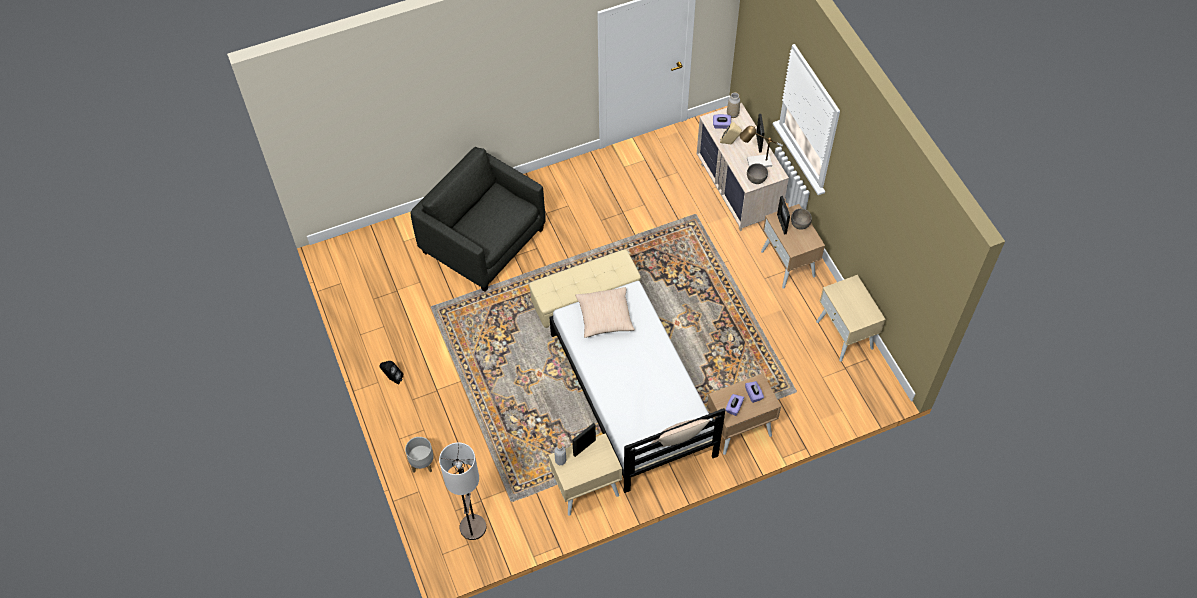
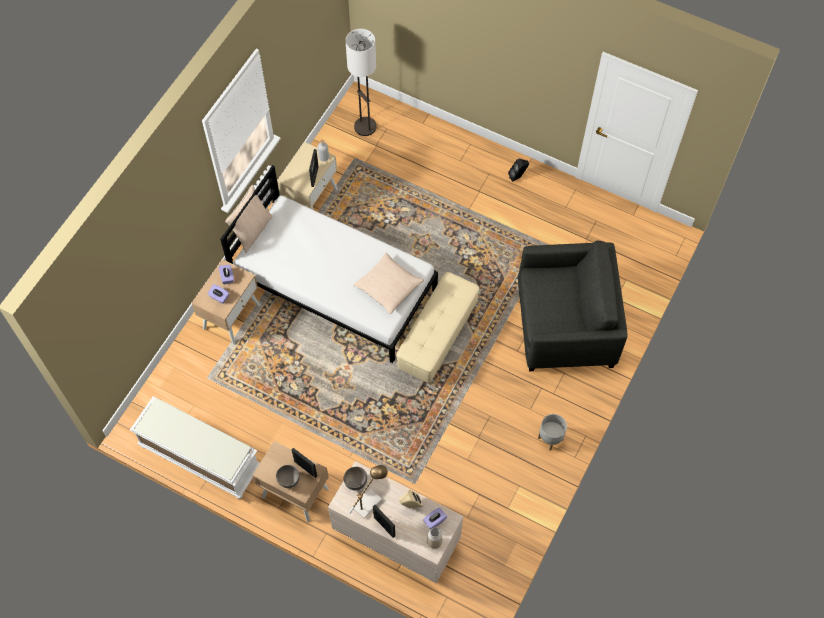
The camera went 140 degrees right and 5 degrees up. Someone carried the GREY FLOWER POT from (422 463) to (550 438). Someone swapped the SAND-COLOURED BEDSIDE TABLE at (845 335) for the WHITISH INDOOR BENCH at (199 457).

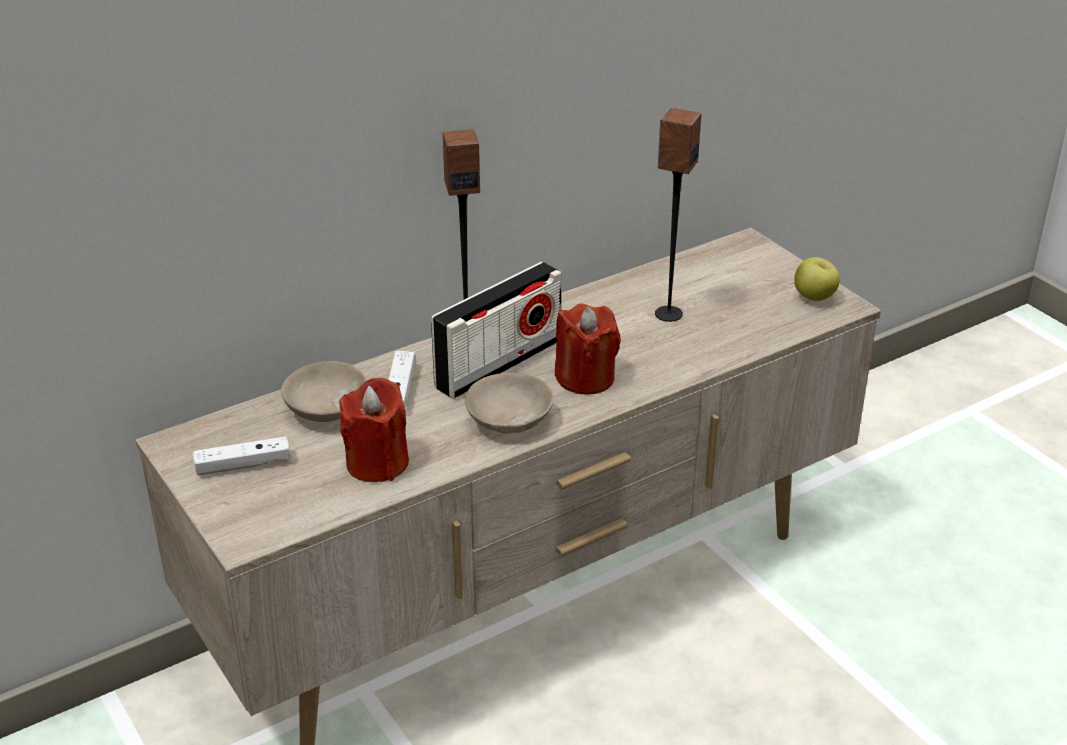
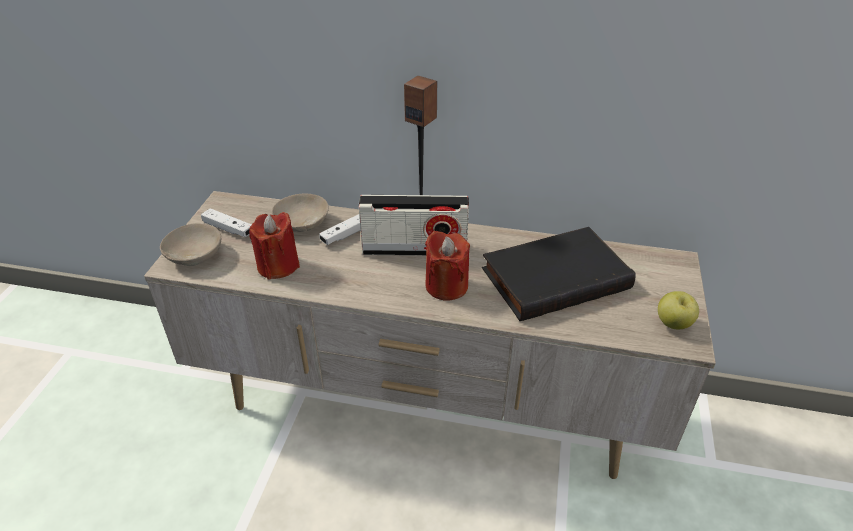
The camera went 45 degrees right and 5 degrees up. Someone carried the SAND-COLOURED BOWL from (509 418) to (197 255). Someone swapped the AUDIO SPEAKER at (668 314) for the BLACK-COLOURED BOUND BOOK at (554 276).

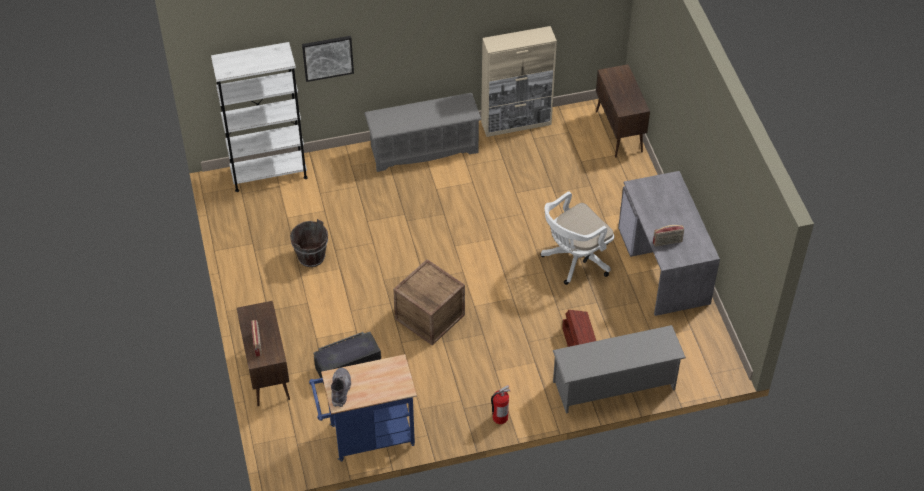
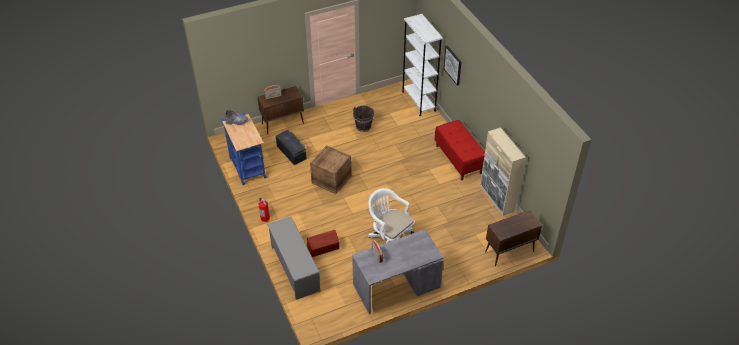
The camera went 80 degrees right and 5 degrees down. Someone swapped the GREY SHOE SHELF at (423 149) for the REDDISH INDOOR BENCH at (458 159).

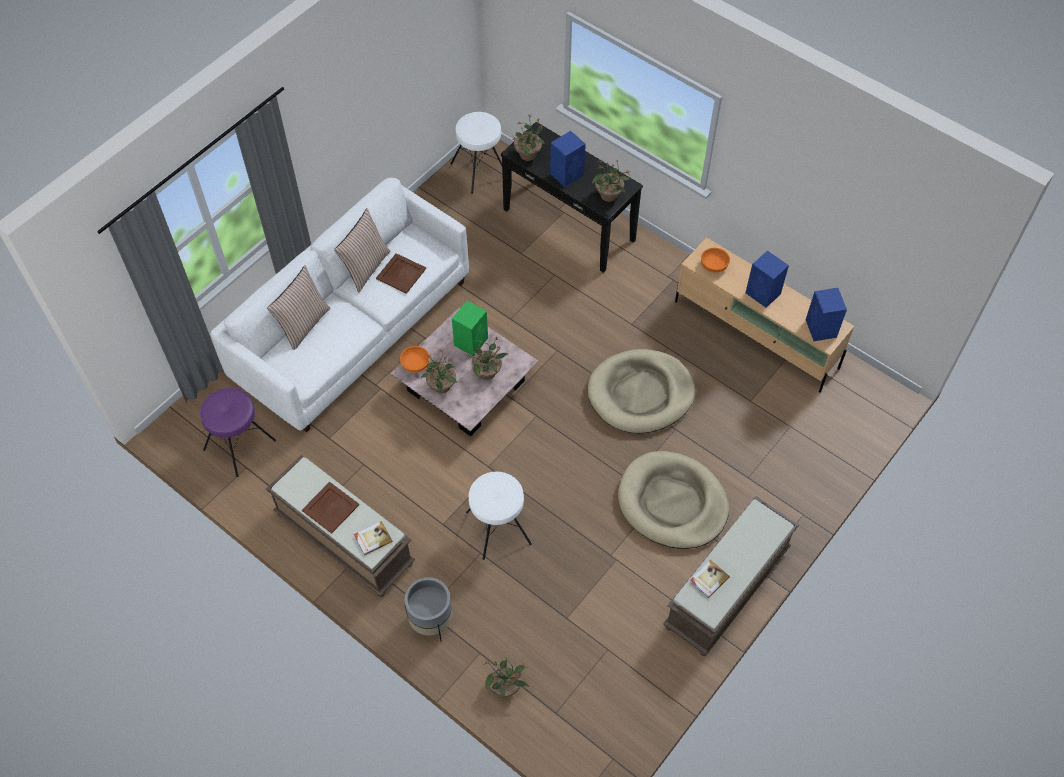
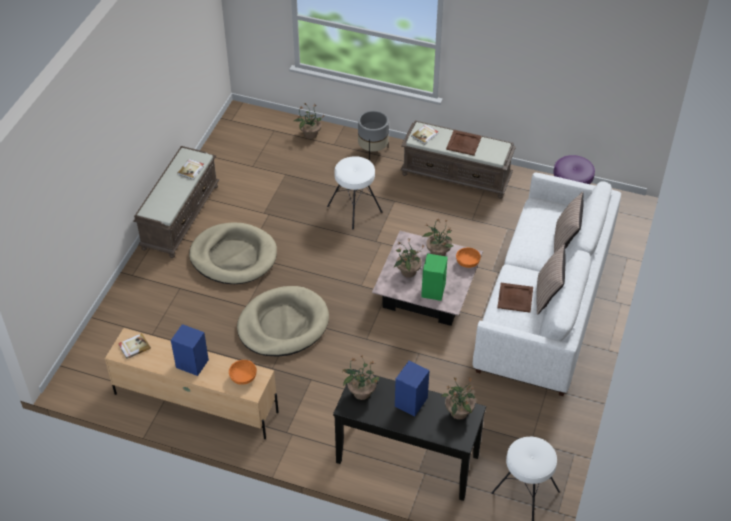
The camera went 160 degrees right and 10 degrees down. Someone swapped the BLUE-COLOURED AUDIO SPEAKER at (821 329) for the BOUND BOOK at (134 346).

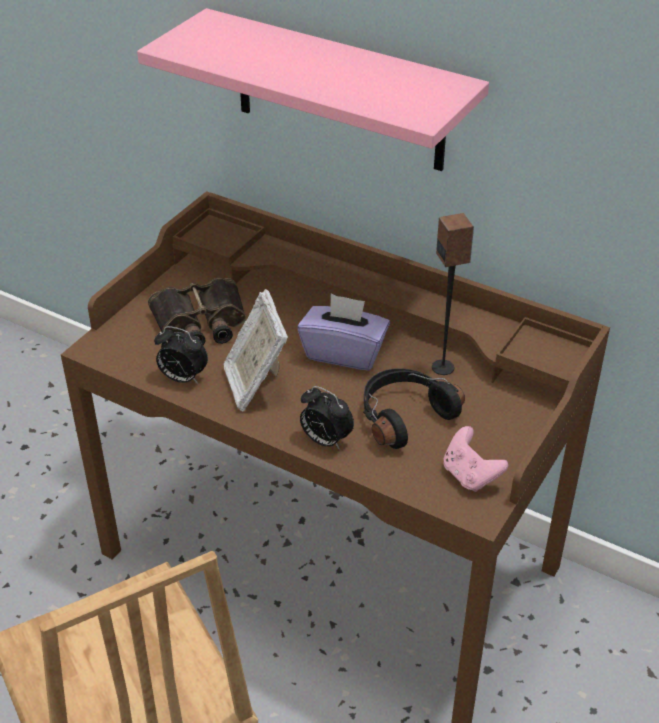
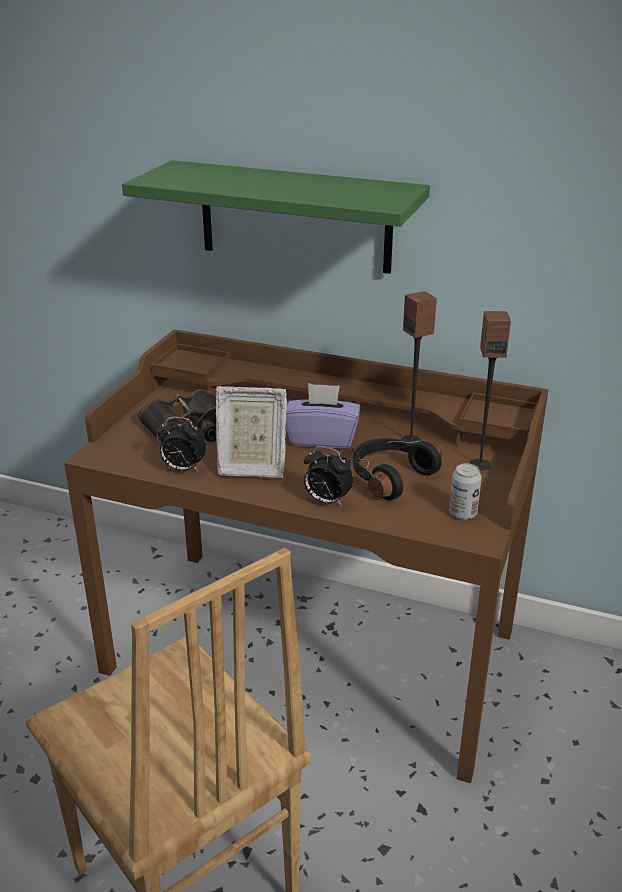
The camera went 10 degrees left and 10 degrees down. Someone repainted the PINK SHELF at (339 92), which became the GREENISH SHELF at (295 217). Someone rotated the PICTURE FRAME at (256 384) by 60 degrees counterclockwise. Someone swapped the PINK GAMEPAD at (470 475) for the METAL CAN at (463 513). Someone put down the AUDIO SPEAKER at (480 464).

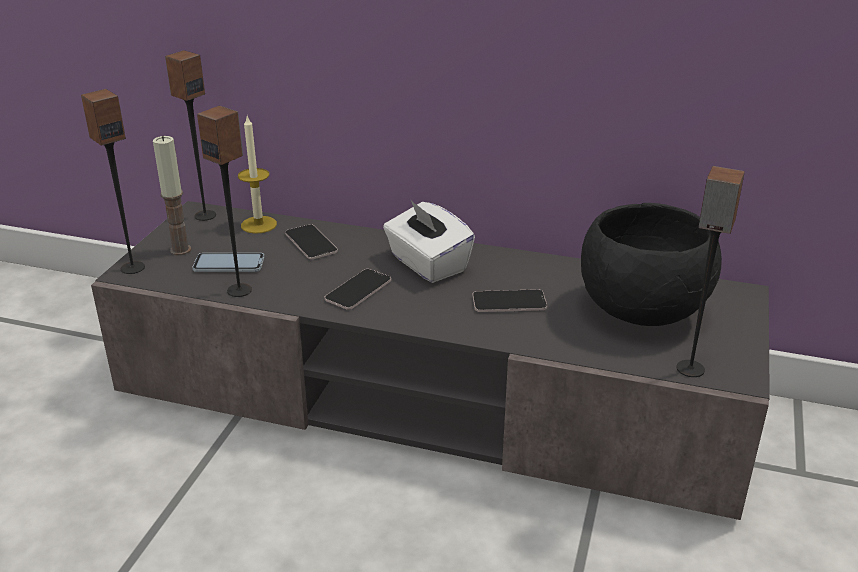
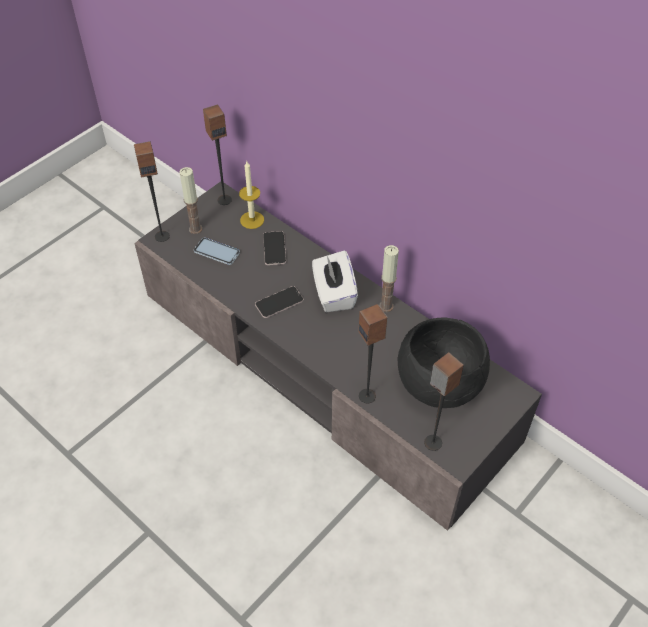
The camera went 25 degrees right and 20 degrees up. Someone carried the AUDIO SPEAKER from (240 290) to (367 396). Someone took away the TELEPHONE at (509 302). Someone put down the CANDLE at (386 306).

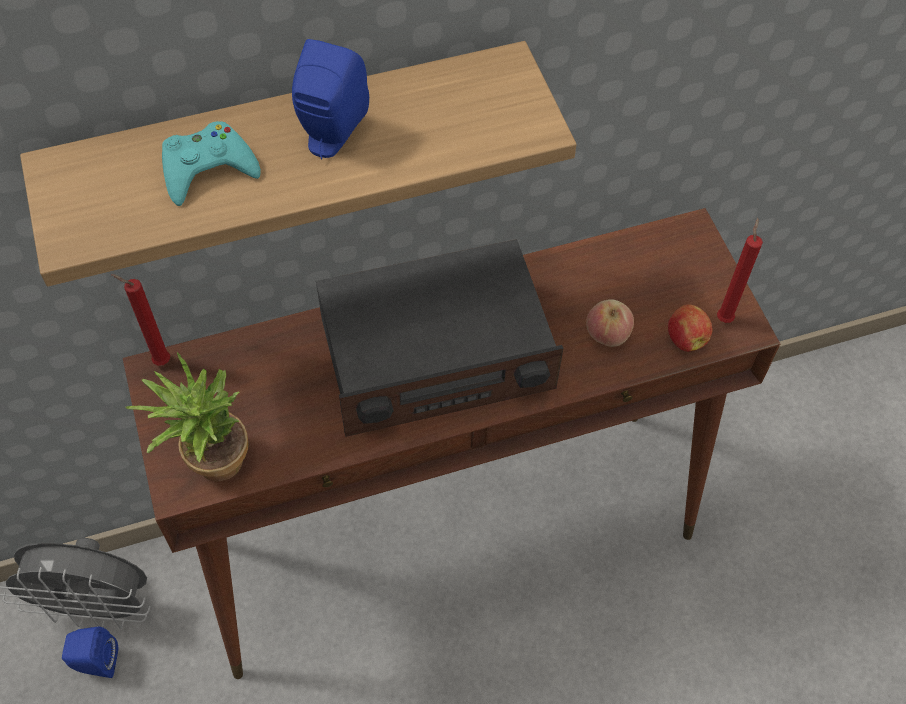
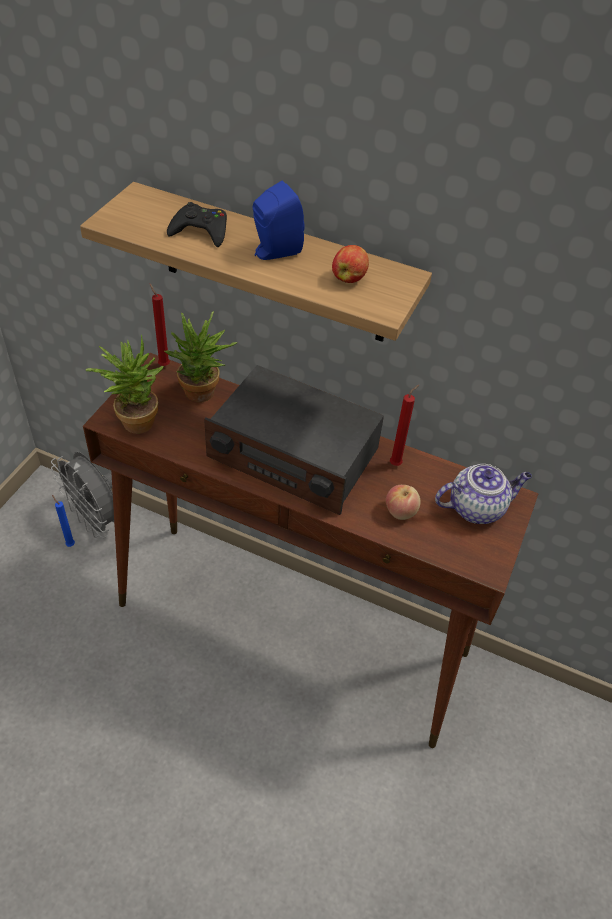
The camera went 40 degrees right and 10 degrees down. Someone swapped the BLUE-COLOURED AUDIO SPEAKER at (95 662) for the BLUE-COLOURED CANDLE at (69 544). Someone repainted the TURQUOISE-COLOURED GAMEPAD at (208 169), which became the BLACK-COLOURED GAMEPAD at (200 231). Someone carried the WHOLE APPLE from (685 338) to (349 278). Someone carried the REDDISH CANDLE from (724 317) to (397 463). Someone put down the PLANT IN A POT at (203 396). Someone put down the POT FOR TEA at (477 507).

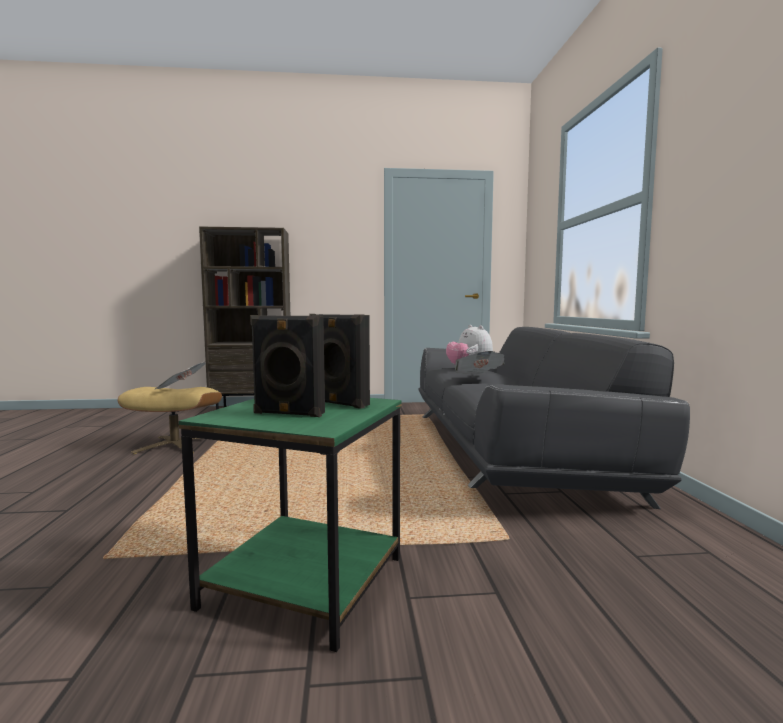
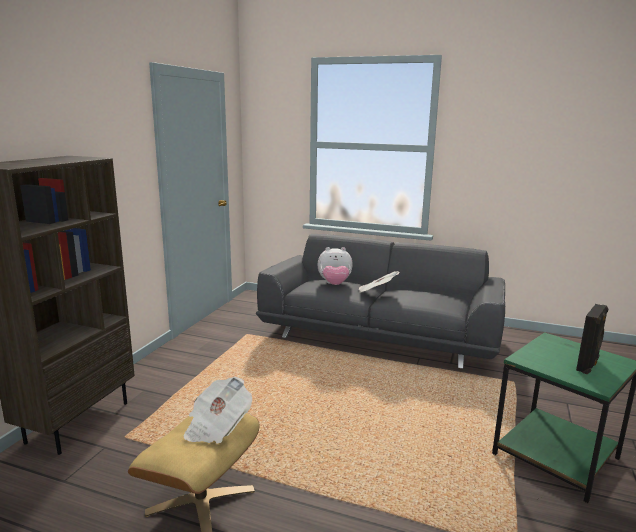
The camera went 65 degrees left and 10 degrees up. Someone took away the BLACK-COLOURED AUDIO SPEAKER at (338 403).

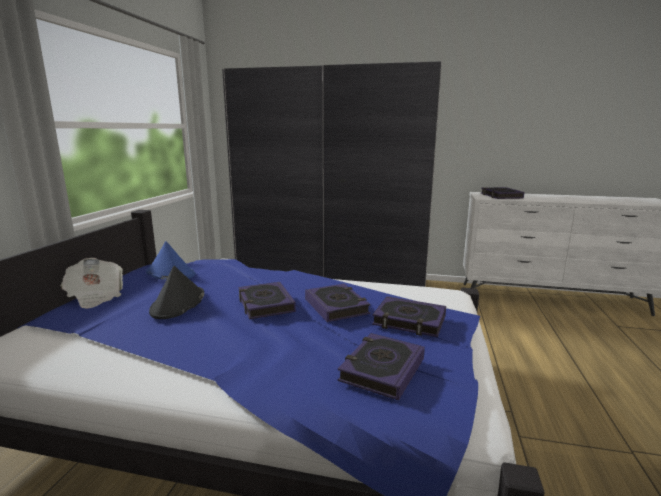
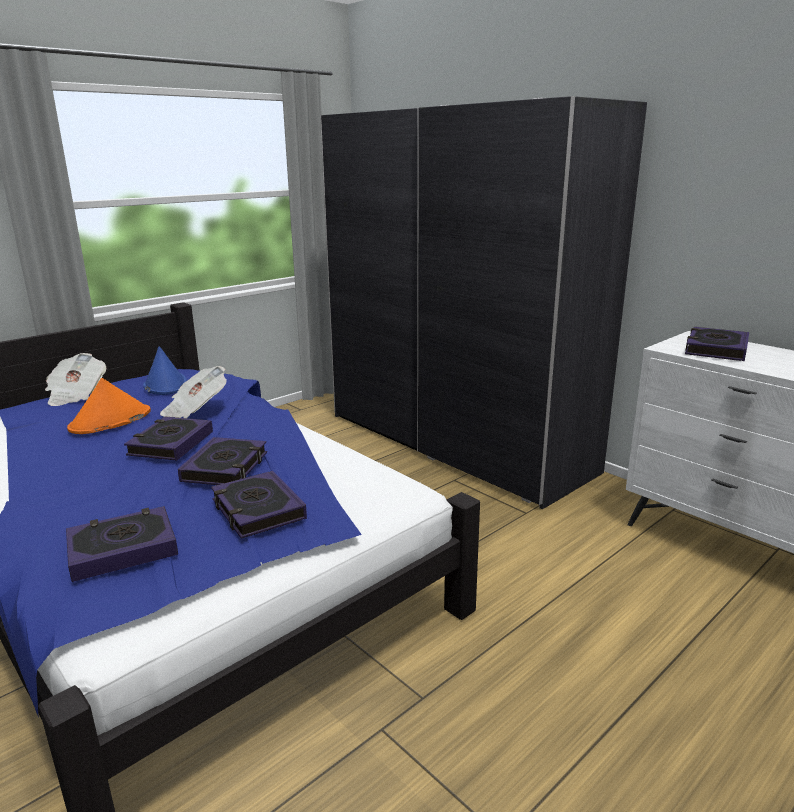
The camera went 35 degrees right and 5 degrees up. Someone repainted the BLACK-COLOURED HAT at (178 303), which became the ORANGE HAT at (110 420). Someone put down the DAILY PAPER at (195 409).

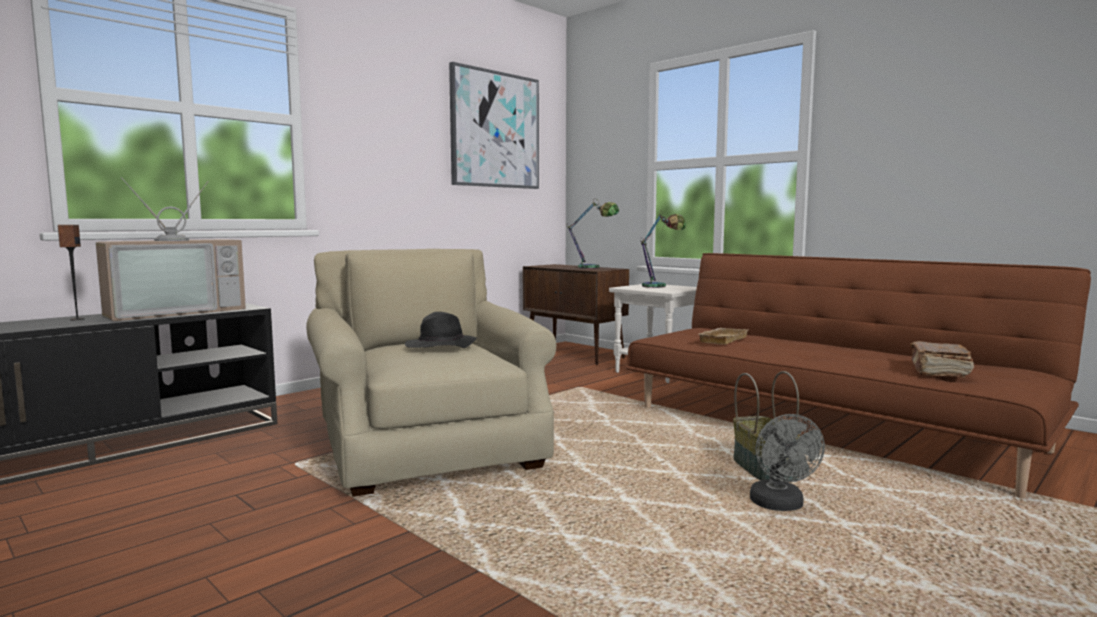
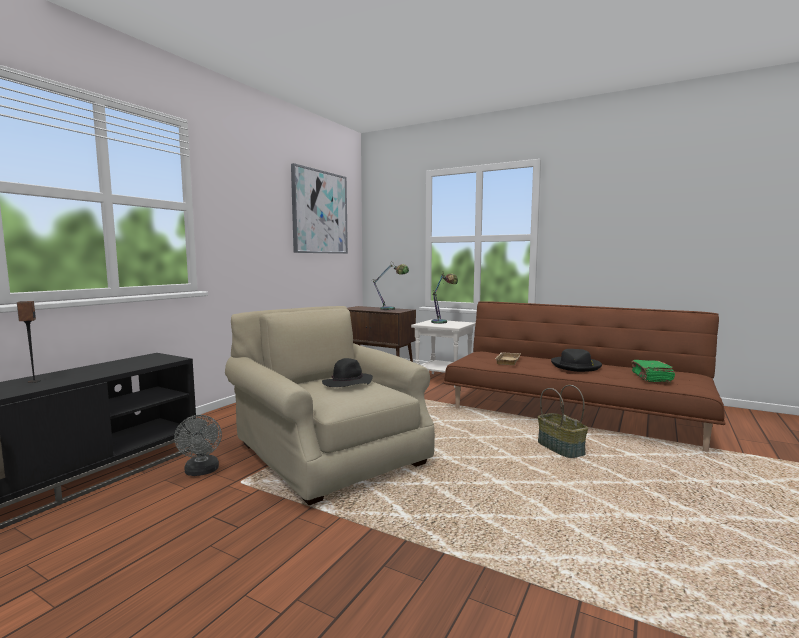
The camera went 15 degrees left and 0 degrees up. Someone took away the TELEVISION at (175 312). Someone carried the GREY COOLING FAN from (780 506) to (201 472). Someone repainted the BROWNISH BOUND BOOK at (938 371), which became the GREENISH BOUND BOOK at (651 378). Someone put down the BLACK-COLOURED HAT at (576 366).

